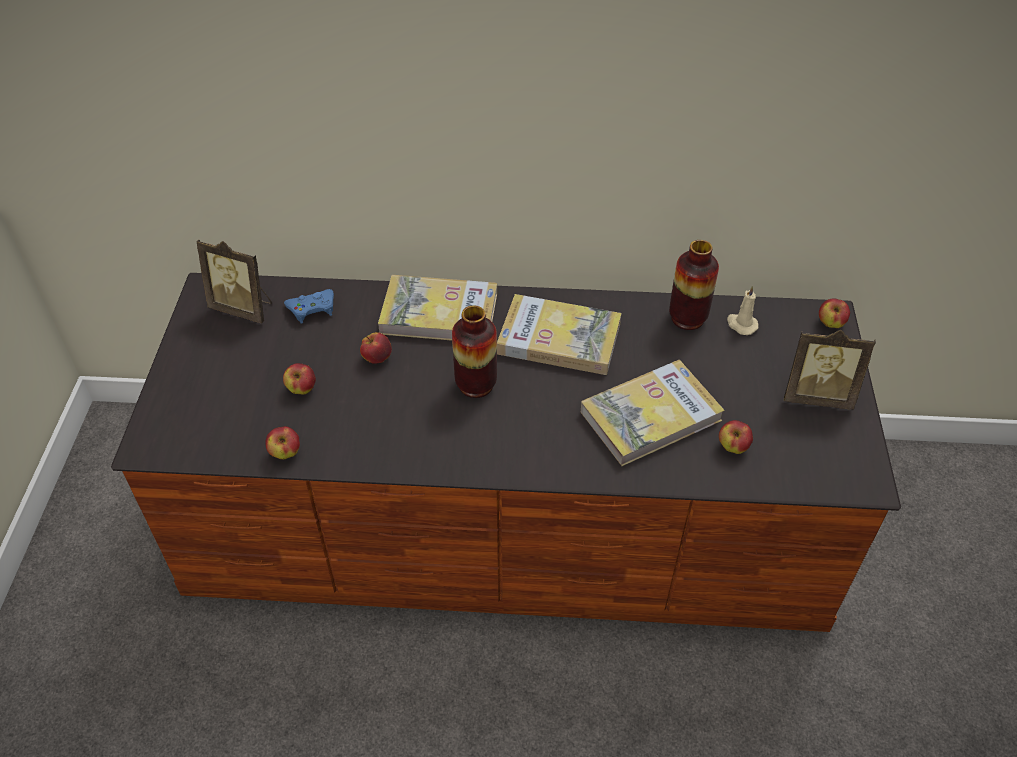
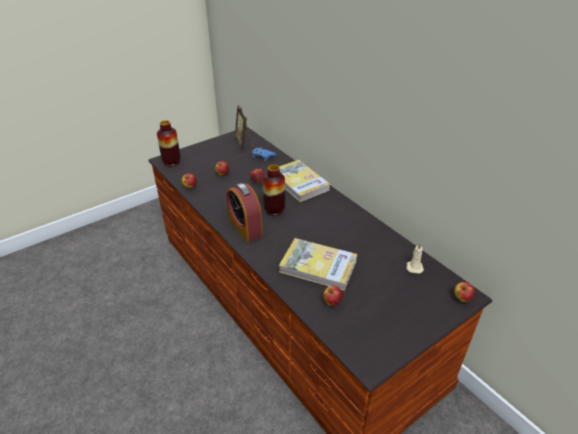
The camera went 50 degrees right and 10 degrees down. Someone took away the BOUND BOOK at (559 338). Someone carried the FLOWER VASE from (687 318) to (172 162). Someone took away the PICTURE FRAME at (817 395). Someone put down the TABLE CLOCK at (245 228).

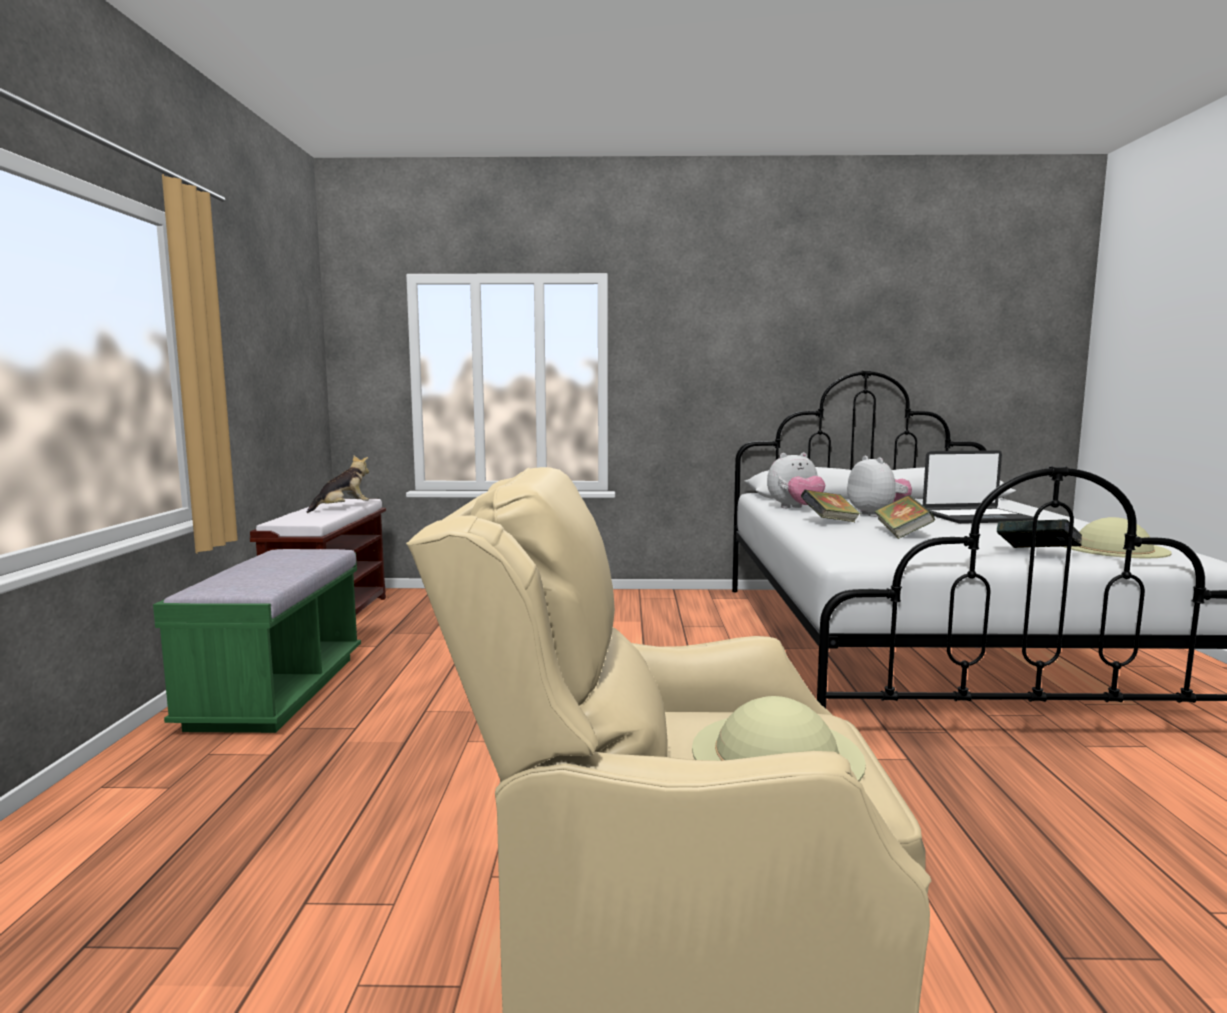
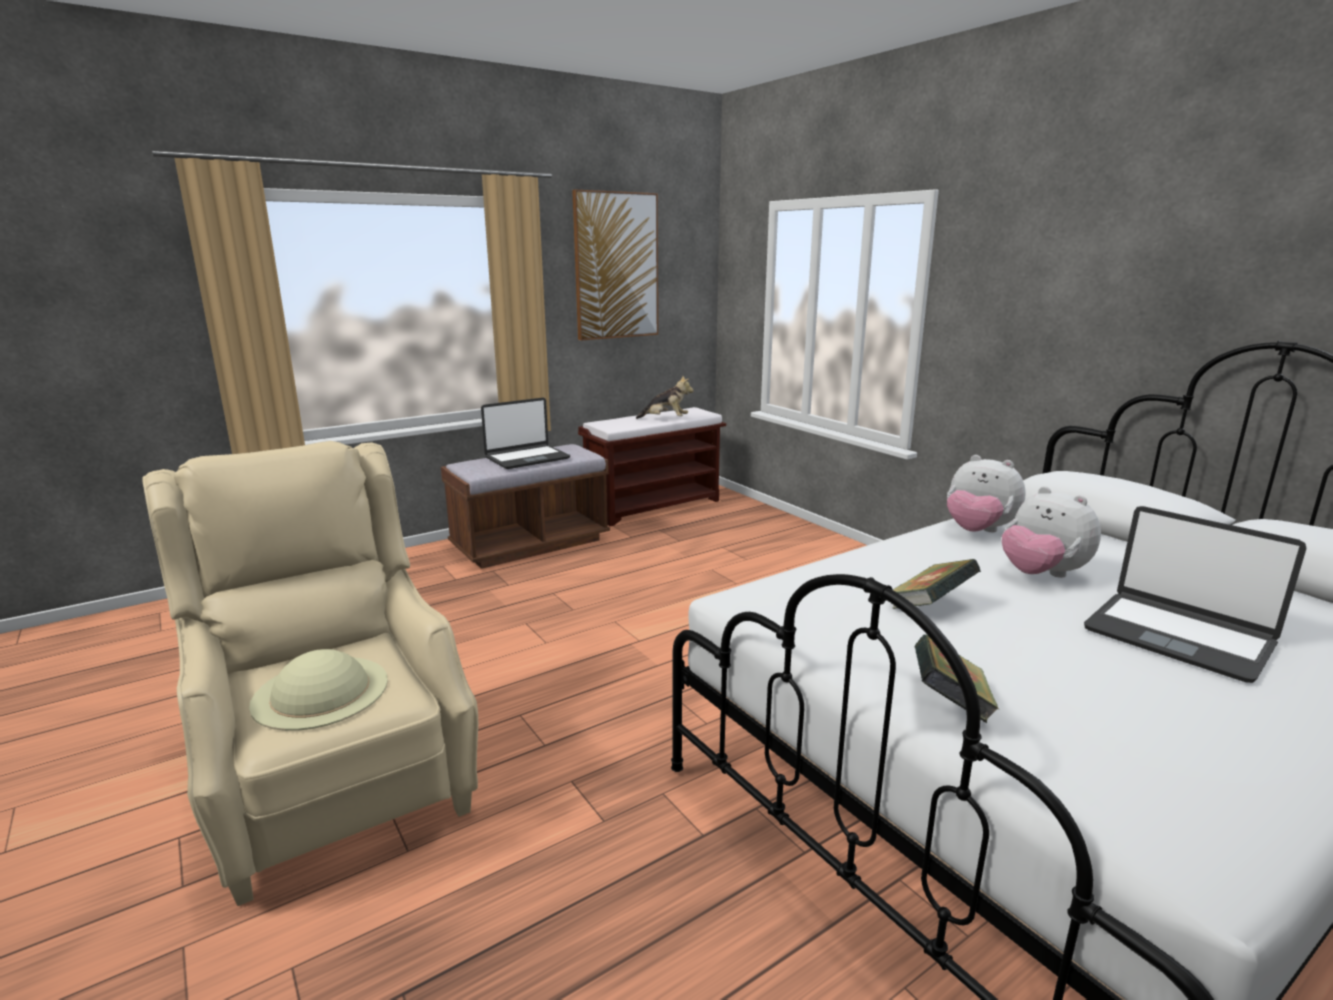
The camera went 55 degrees right and 10 degrees up. Someone repainted the GREENISH INDOOR BENCH at (276 691), which became the BROWNISH INDOOR BENCH at (530 544). Someone took away the BOUND BOOK at (829 522). Someone rotated the PLUSH TOY at (876 514) by 105 degrees clockwise. Someone took away the SAND-COLOURED HAT at (1112 548). Someone put down the NOTEBOOK COMPUTER at (527 458). Someone put up the PICTURE at (616 266).

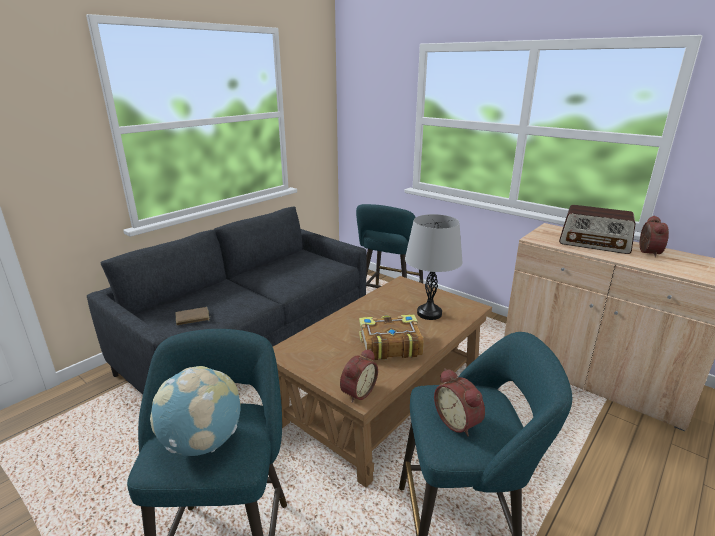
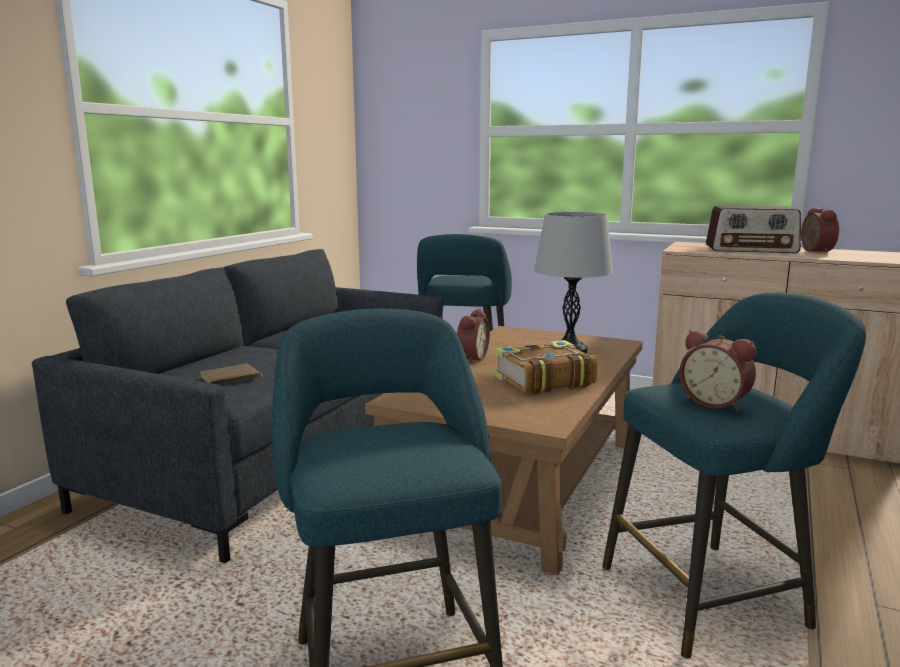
The camera went 15 degrees left and 10 degrees down. Someone took away the GLOBE at (203 442). Someone carried the TABLE CLOCK from (357 392) to (470 358).

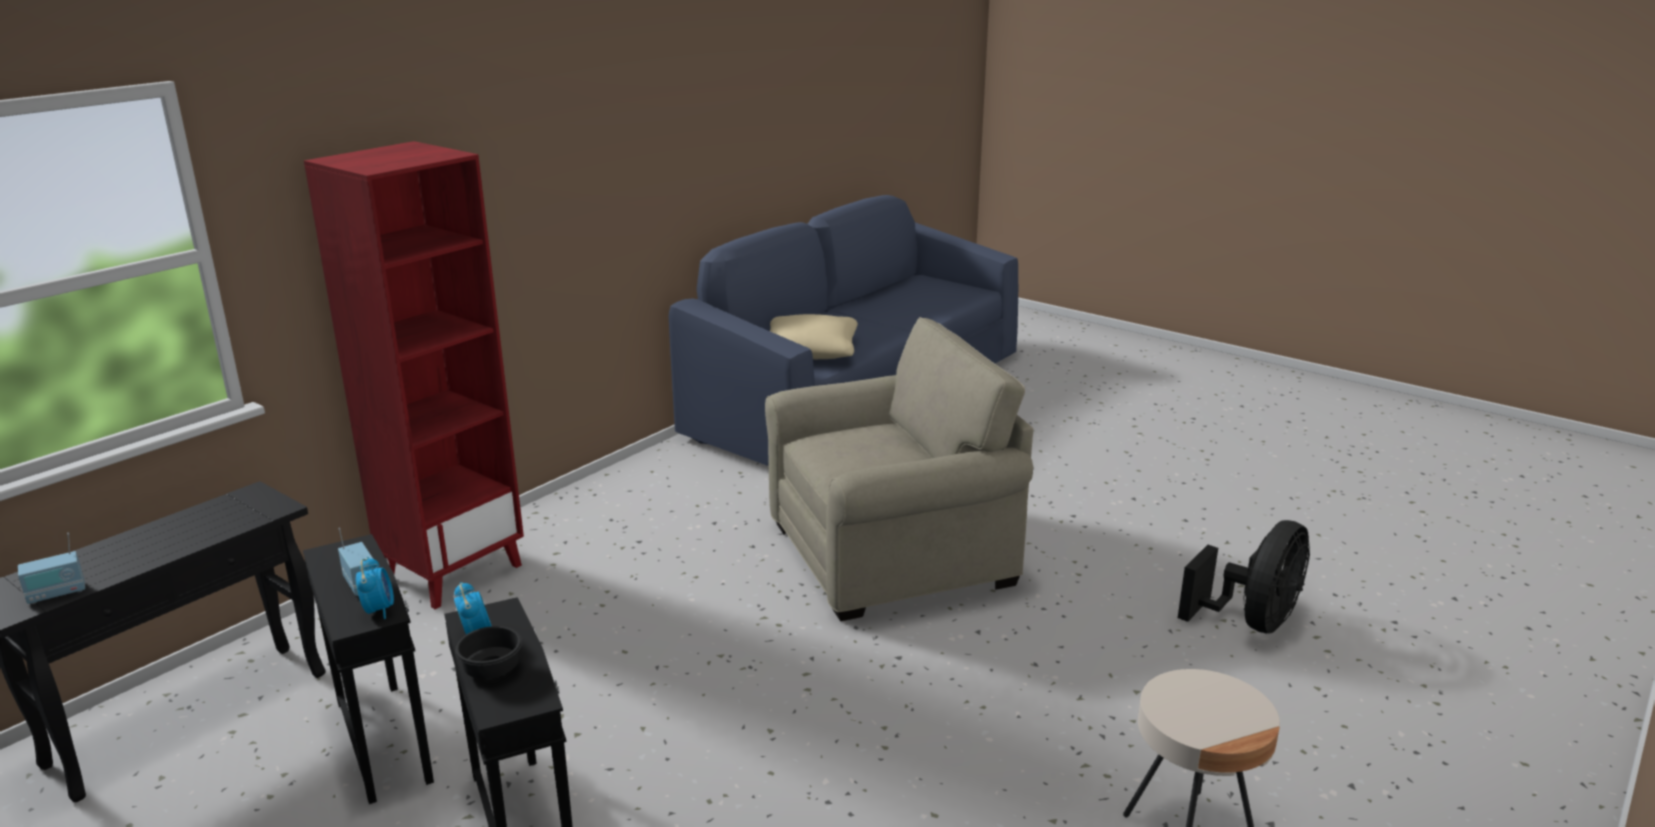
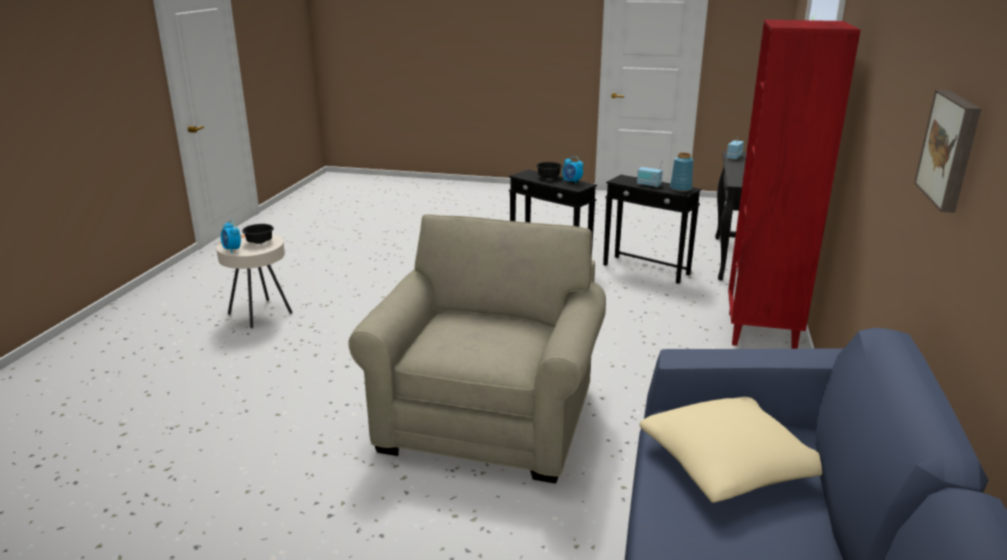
The camera went 155 degrees right and 0 degrees up. Someone carried the TABLE CLOCK from (379 610) to (232 250). Someone rotated the SAND-COLOURED EASY CHAIR at (890 554) by 150 degrees clockwise. Someone took away the BLACK-COLOURED COOLING FAN at (1251 622). Someone put down the BLACK-COLOURED BOWL at (259 242). Someone put down the BLUE-COLOURED FLOWER VASE at (680 188). Someone put up the PICTURE at (951 149).

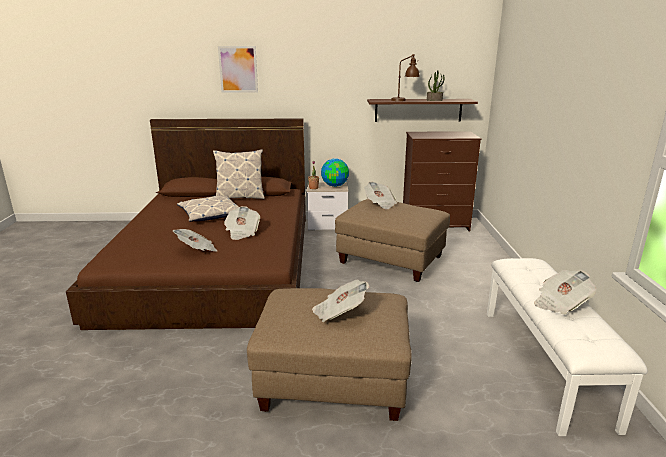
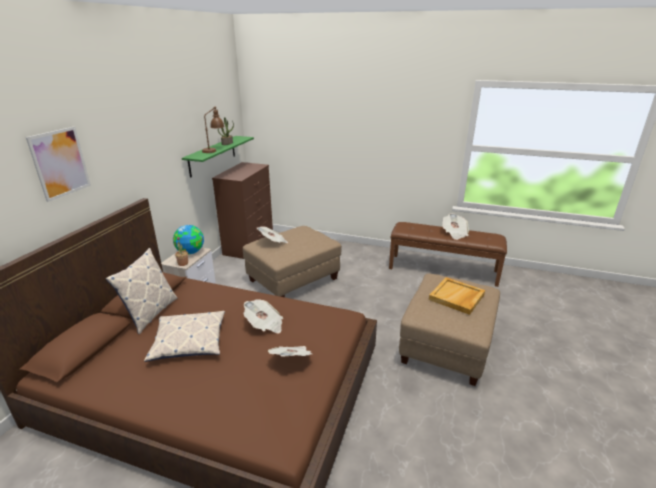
The camera went 70 degrees left and 5 degrees up. Someone swapped the DAILY PAPER at (339 313) for the SAND-COLOURED SERVING TRAY at (456 297). Someone repainted the BROWNISH SHELF at (418 110), which became the GREENISH SHELF at (212 156). Someone repainted the WHITISH INDOOR BENCH at (545 364), which became the BROWNISH INDOOR BENCH at (443 269).

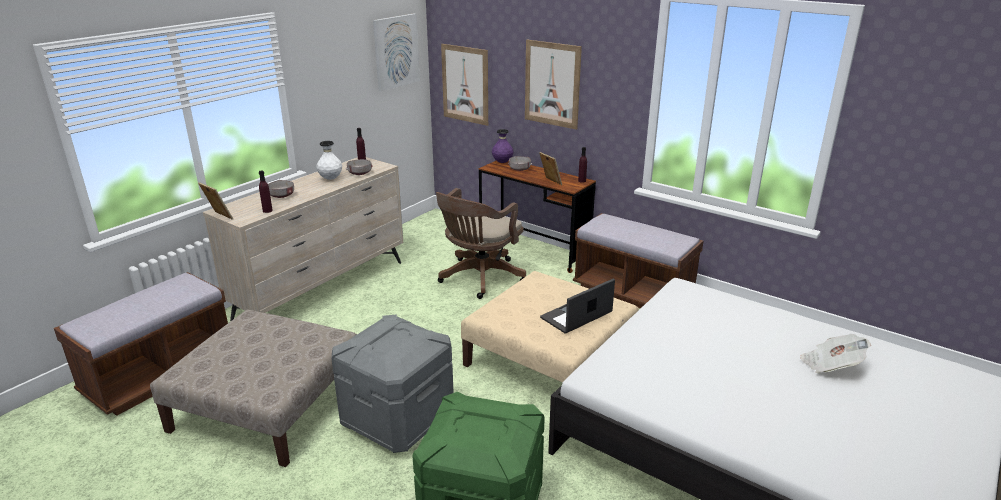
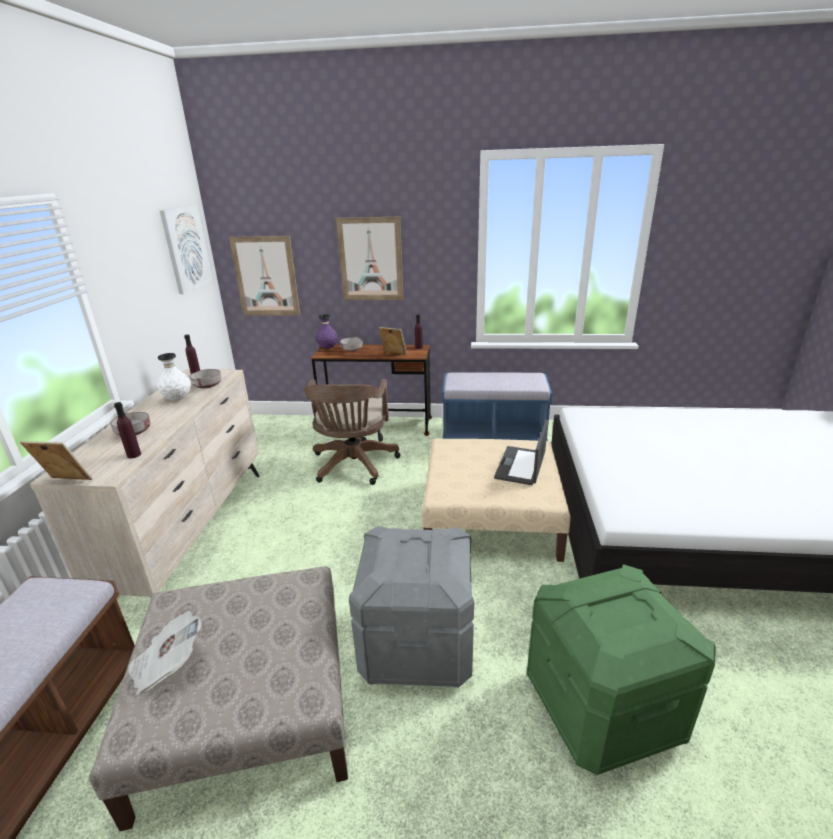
The camera went 30 degrees left and 0 degrees up. Someone repainted the BROWNISH INDOOR BENCH at (632 293), which became the BLUE-COLOURED INDOOR BENCH at (493 436). Someone carried the DAILY PAPER from (830 365) to (168 665).

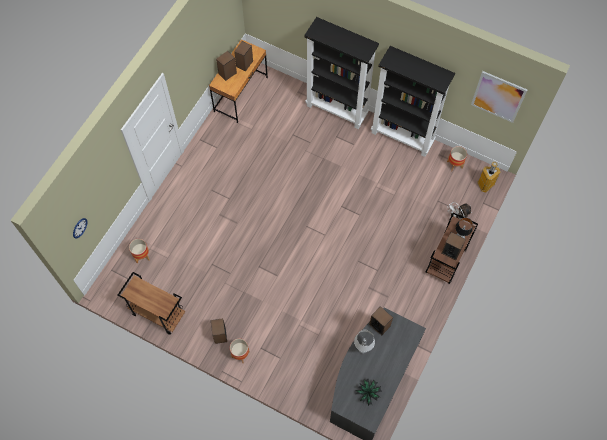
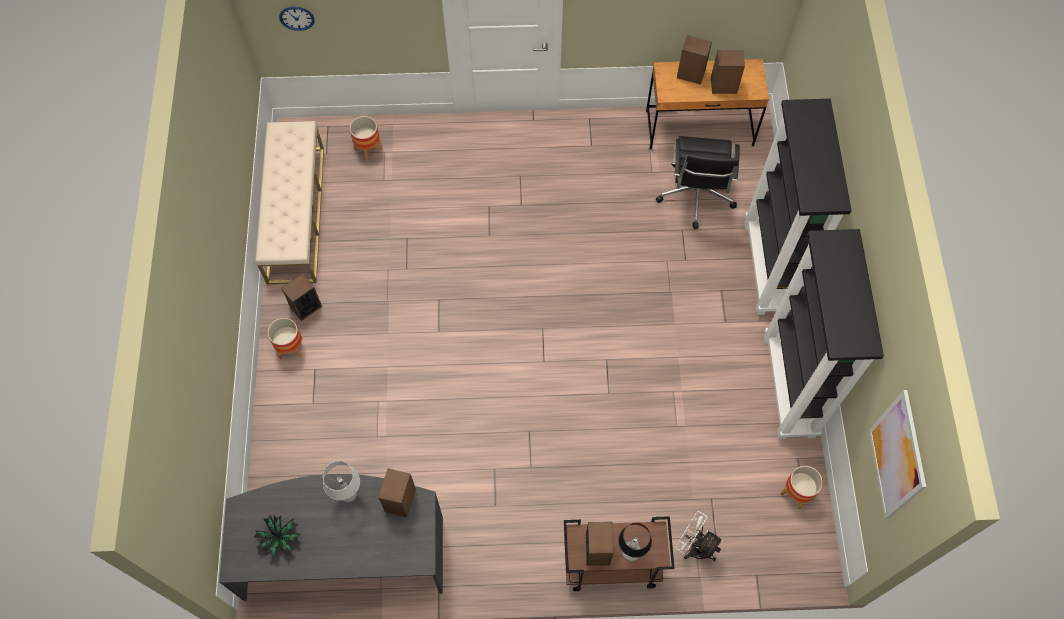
The camera went 60 degrees right and 0 degrees up. Someone swapped the BROWNISH TROLLEY at (157 313) for the SAND-COLOURED INDOOR BENCH at (296 214). Someone took away the TRASH CAN at (485 185). Someone put down the BLACK-COLOURED DESK CHAIR at (695 196).

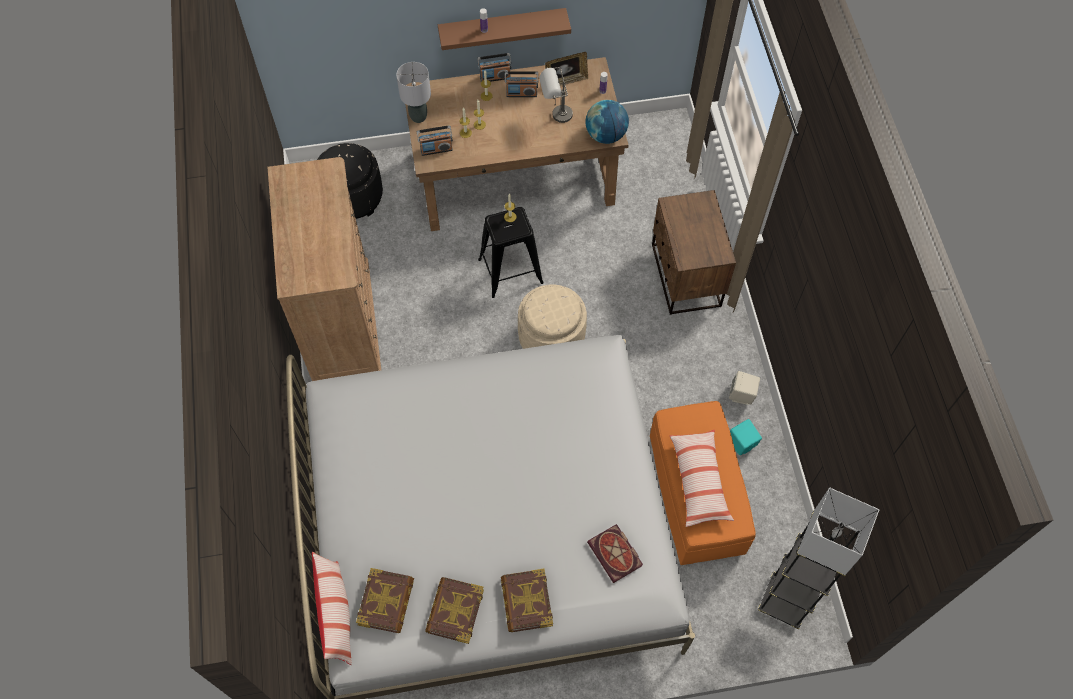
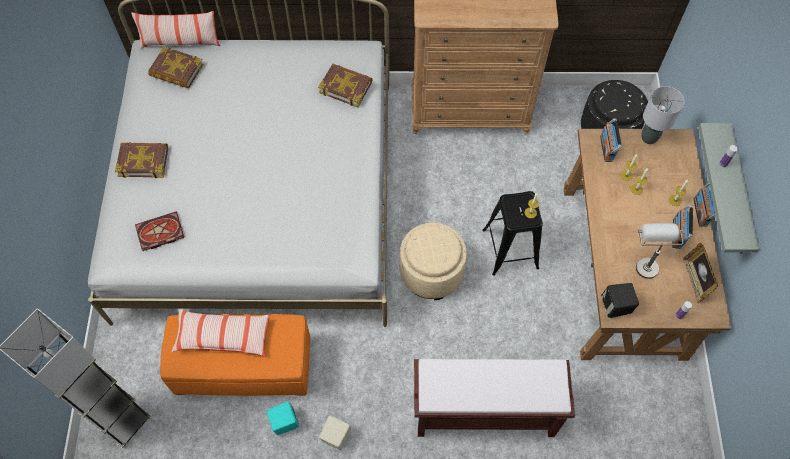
The camera went 100 degrees right and 0 degrees up. Someone carried the BOUND BOOK from (454 611) to (345 87). Someone repainted the BROWNISH SHELF at (502 28), which became the GREY SHELF at (738 193). Someone swapped the GLOBE at (606 135) for the BLACK-COLOURED AUDIO SPEAKER at (615 307). Someone swapped the BROWNISH BEDSIDE TABLE at (685 276) for the BROWNISH INDOOR BENCH at (483 413).

